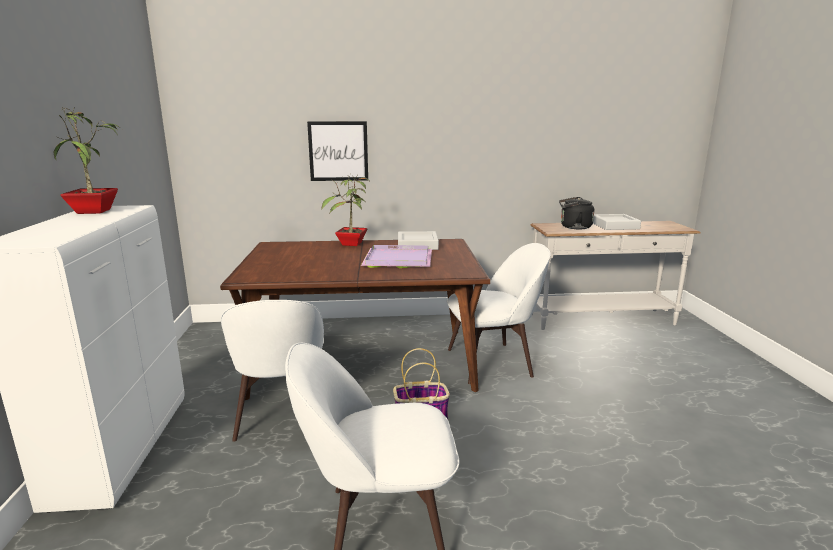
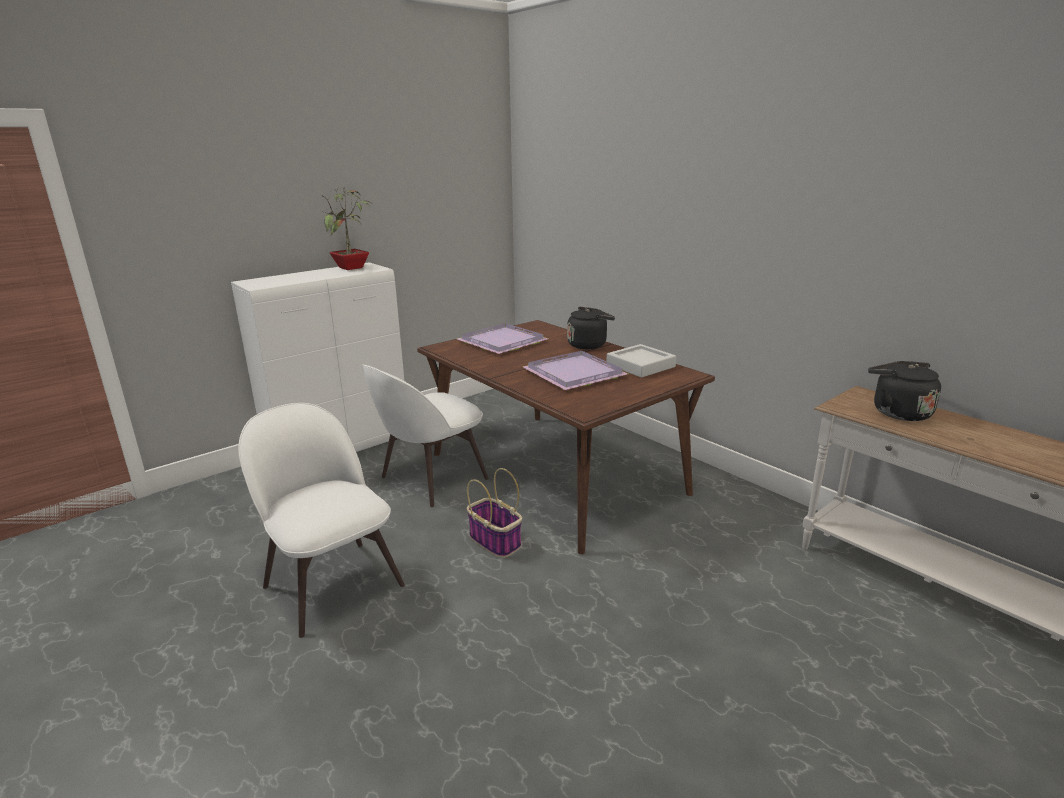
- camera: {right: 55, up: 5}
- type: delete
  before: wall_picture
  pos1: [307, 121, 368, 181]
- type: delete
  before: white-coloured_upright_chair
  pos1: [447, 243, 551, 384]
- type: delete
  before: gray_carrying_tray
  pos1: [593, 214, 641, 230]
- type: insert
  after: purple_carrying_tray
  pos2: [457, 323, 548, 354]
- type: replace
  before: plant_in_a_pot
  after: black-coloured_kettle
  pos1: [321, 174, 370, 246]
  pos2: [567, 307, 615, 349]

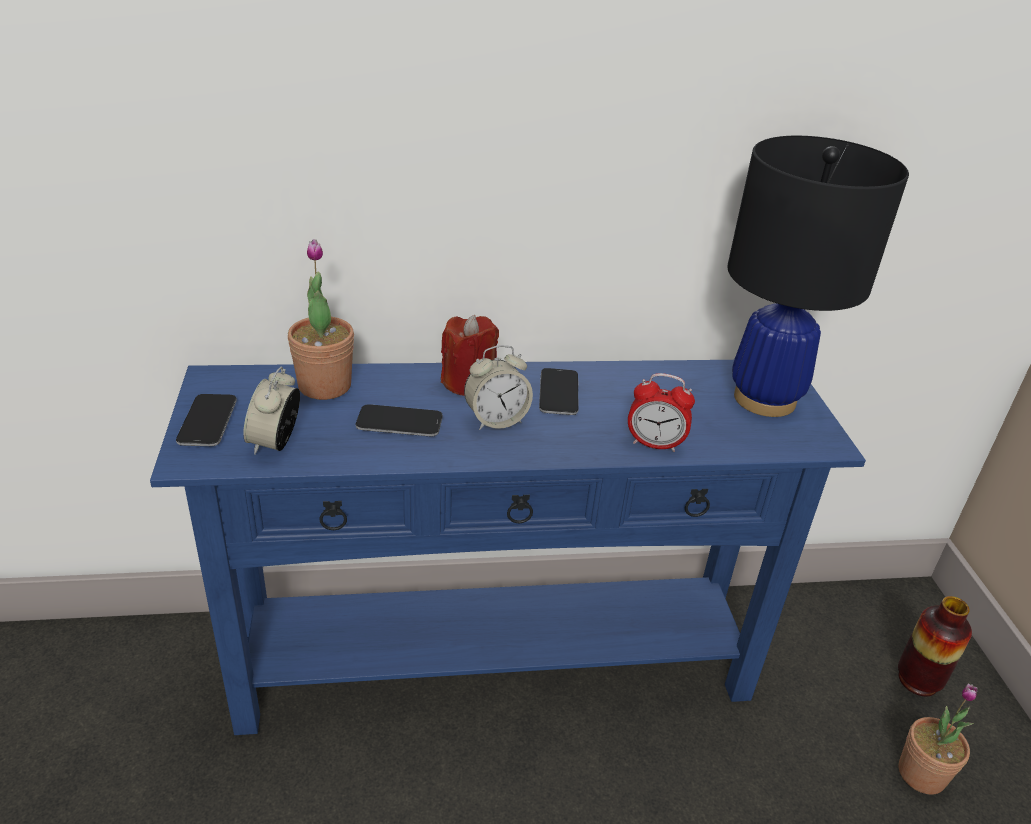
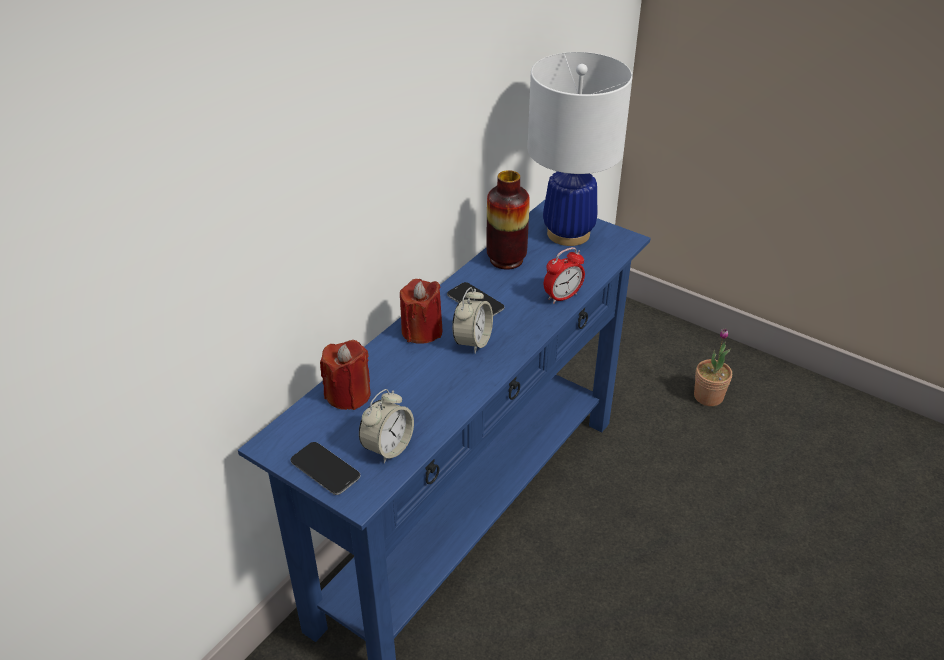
- camera: {right: -45, up: 5}
- type: delete
  before: handset
  pos1: [356, 404, 443, 436]
- type: move
  before: vase
  pos1: [898, 596, 972, 697]
  pos2: [486, 170, 530, 270]
- type: replace
  before: plant_in_a_pot
  after: reddish_candle
  pos1: [288, 239, 354, 400]
  pos2: [320, 340, 371, 410]
- type: recolor
  before: black-coloured_tabletop_lamp
  after: white-coloured_tabletop_lamp
  pos1: [727, 136, 909, 417]
  pos2: [528, 52, 633, 246]
- type: rotate
  before: table_clock
  pos1: [243, 366, 300, 455]
  pos2: [359, 389, 414, 463]
  turn: -105

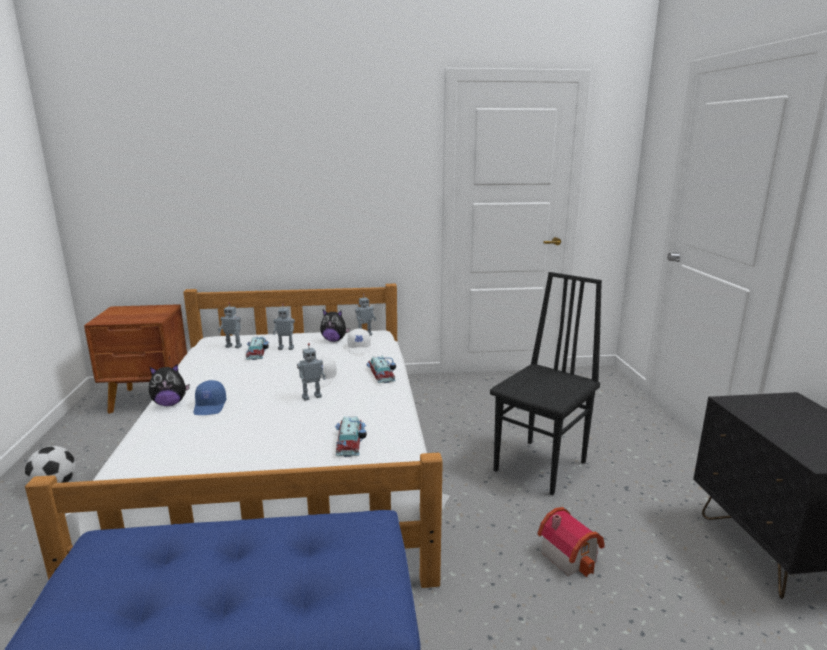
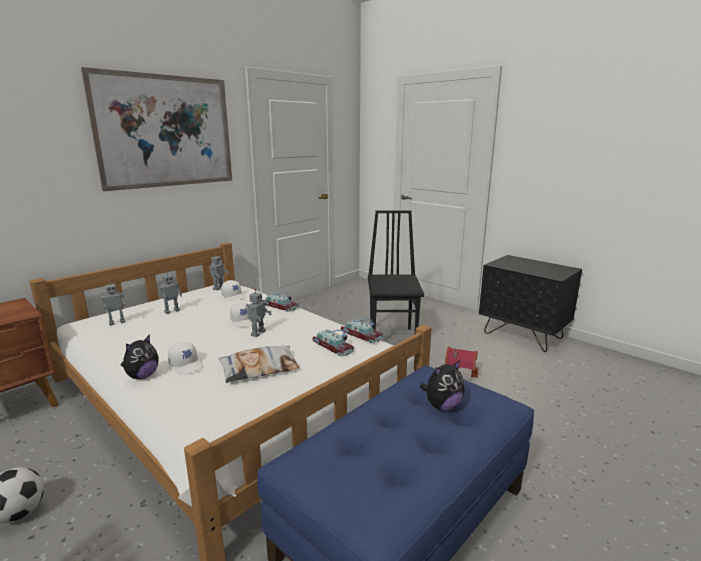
- camera: {right: -40, up: 0}
- type: insert
  after: wall_picture
  pos2: [81, 67, 232, 191]
- type: insert
  after: throw_pillow
  pos2: [218, 345, 299, 383]
- type: move
  before: toy_car
  pos1: [246, 336, 270, 360]
  pos2: [340, 319, 384, 343]
- type: move
  before: soft_toy
  pos1: [320, 310, 350, 342]
  pos2: [420, 360, 465, 410]
- type: recolor
  before: blue-coloured_peaked_cap
  after: white-coloured_peaked_cap
  pos1: [194, 380, 226, 415]
  pos2: [168, 341, 203, 374]

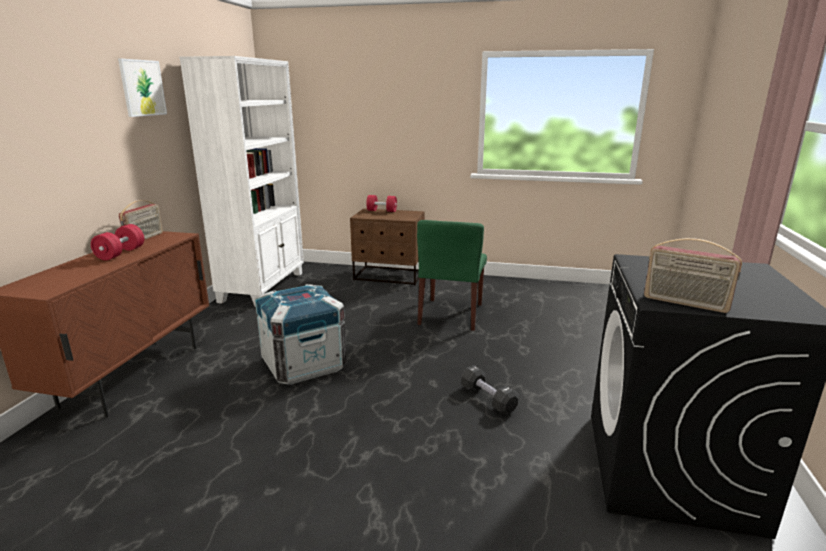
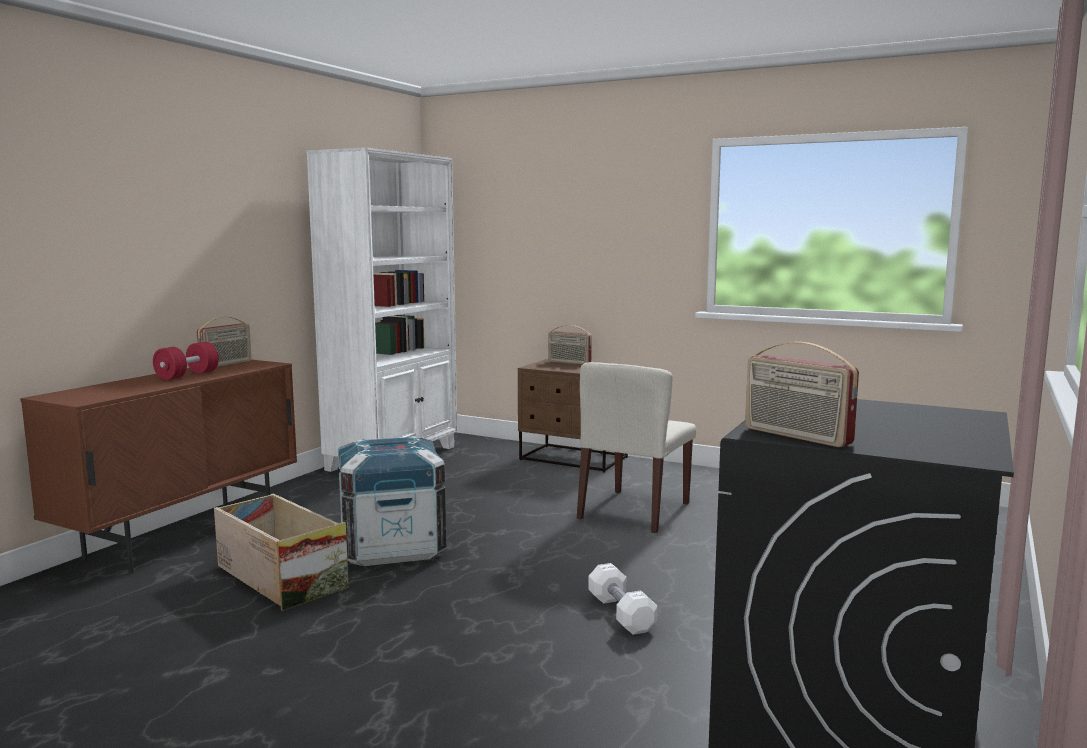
- camera: {right: 15, up: -10}
- type: delete
  before: wall_picture
  pos1: [118, 59, 167, 117]
- type: insert
  after: shipping_crate
  pos2: [214, 493, 349, 611]
- type: replace
  before: reddish_hand_weight
  after: radio_set
  pos1: [366, 195, 397, 212]
  pos2: [548, 325, 592, 365]
- type: recolor
  before: green-coloured_upright_chair
  after: beige_upright_chair
  pos1: [417, 220, 487, 331]
  pos2: [577, 362, 696, 533]
- type: recolor
  before: black-coloured_hand_weight
  after: white-coloured_hand_weight
  pos1: [461, 365, 519, 415]
  pos2: [588, 563, 658, 635]

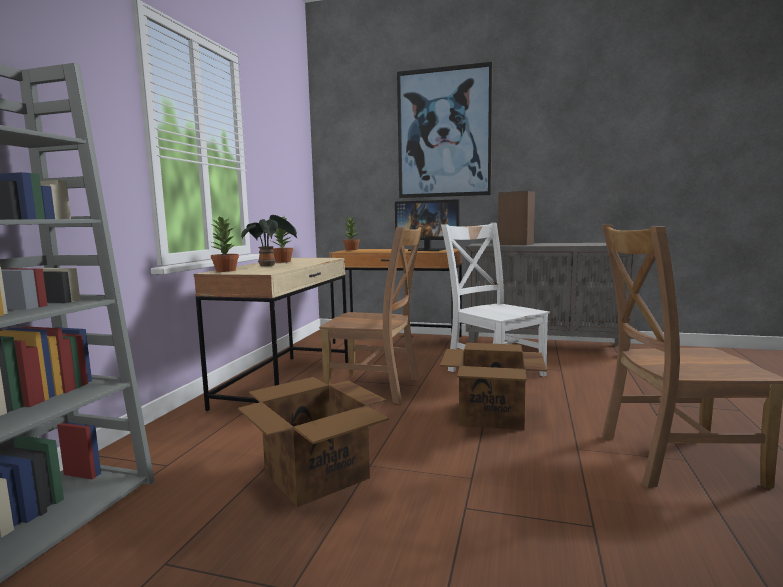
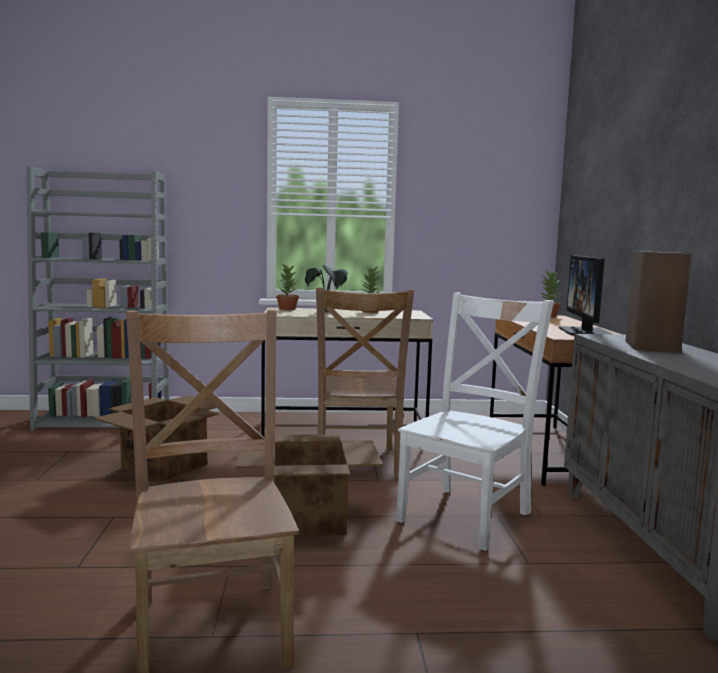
- camera: {right: 70, up: 0}
- type: delete
  before: wall_picture
  pos1: [397, 62, 492, 198]

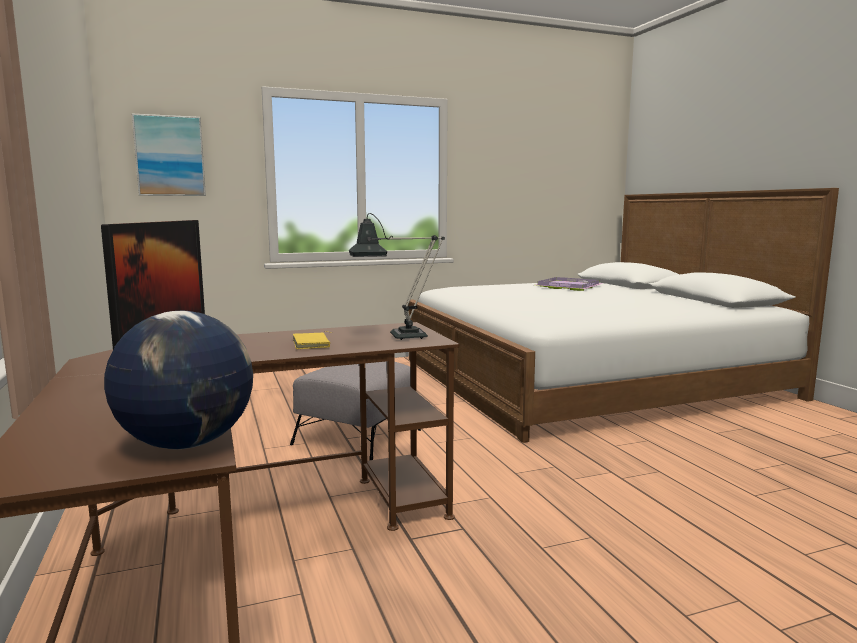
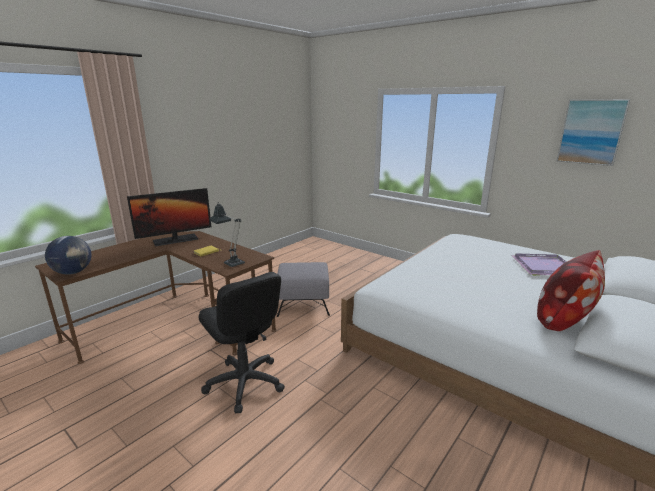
- camera: {right: 60, up: 10}
- type: insert
  after: black-coloured_computer_chair
  pos2: [199, 272, 285, 413]
- type: insert
  after: throw_pillow
  pos2: [537, 250, 605, 331]
- type: move
  before: wall_picture
  pos1: [132, 114, 206, 196]
  pos2: [557, 99, 630, 166]

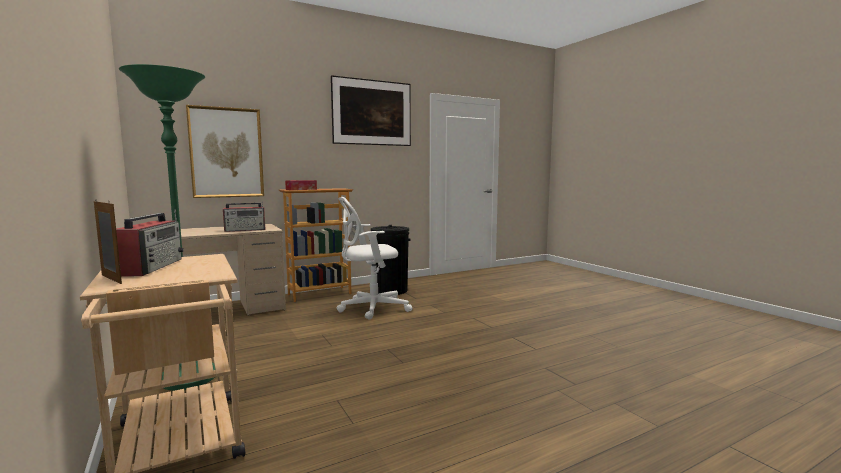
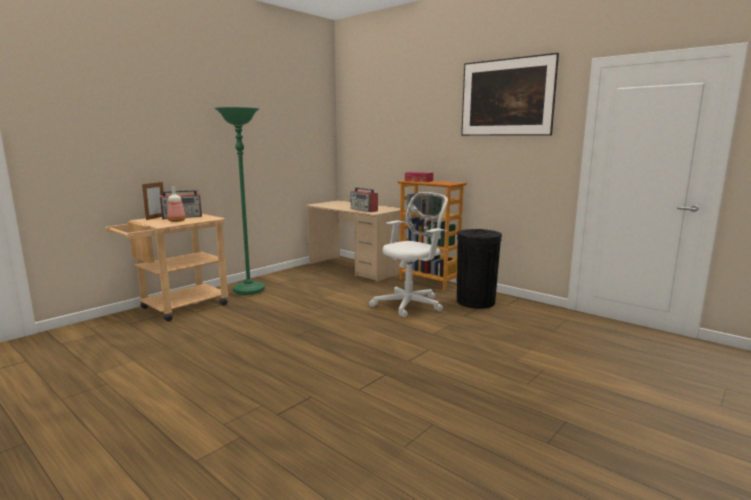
- camera: {right: 70, up: 5}
- type: delete
  before: wall_picture
  pos1: [186, 105, 264, 198]
- type: insert
  after: beverage_bottle
  pos2: [167, 186, 186, 222]
- type: rotate
  before: white-coloured_computer_chair
  pos1: [337, 197, 412, 320]
  pos2: [369, 192, 448, 318]
  turn: 90

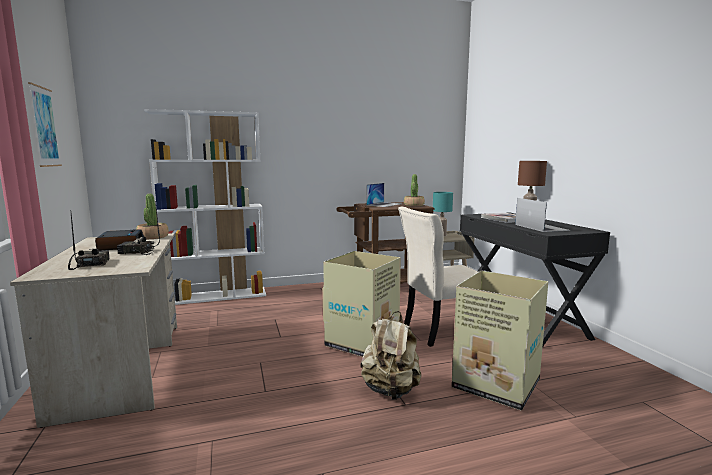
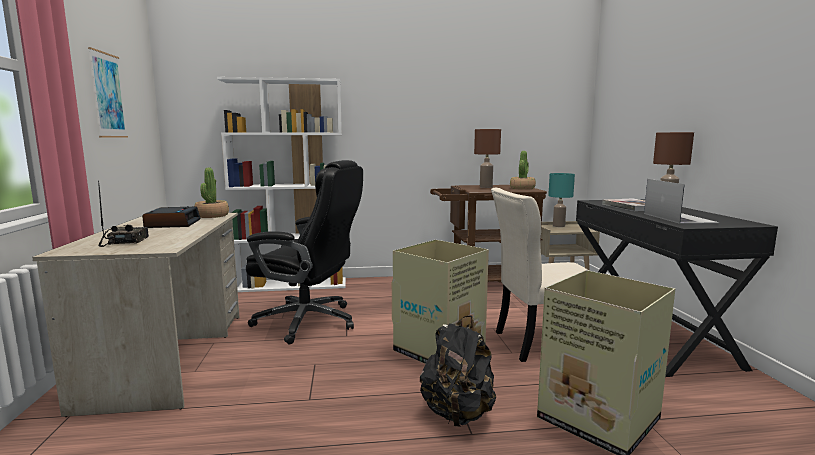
- camera: {right: 10, up: 0}
- type: delete
  before: radio_set
  pos1: [117, 201, 160, 255]
- type: insert
  after: black-coloured_computer_chair
  pos2: [246, 160, 363, 345]
- type: replace
  before: notebook_computer
  after: brownish_tabletop_lamp
  pos1: [366, 183, 400, 207]
  pos2: [474, 129, 501, 188]
- type: recolor
  before: beige_knapsack
  after: black-coloured_knapsack
  pos1: [360, 311, 421, 400]
  pos2: [420, 316, 496, 427]

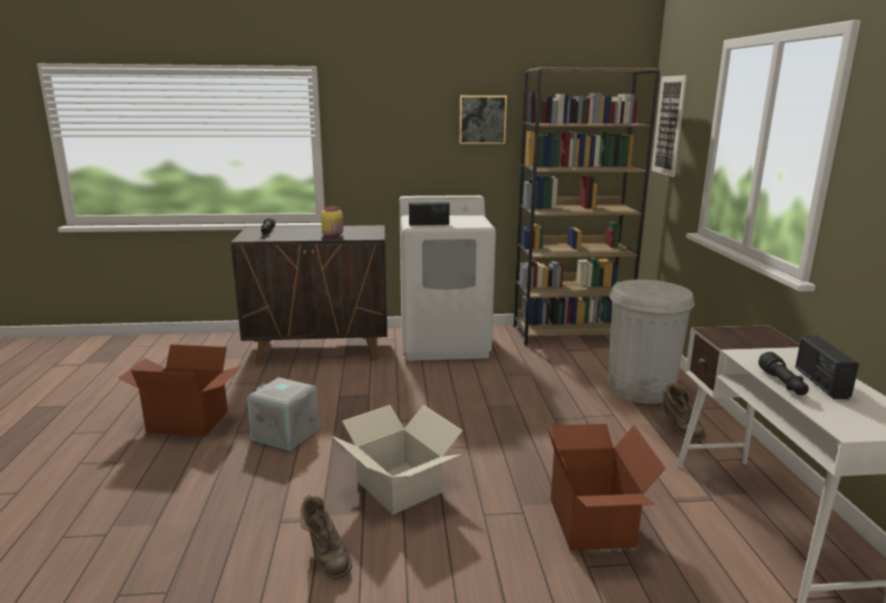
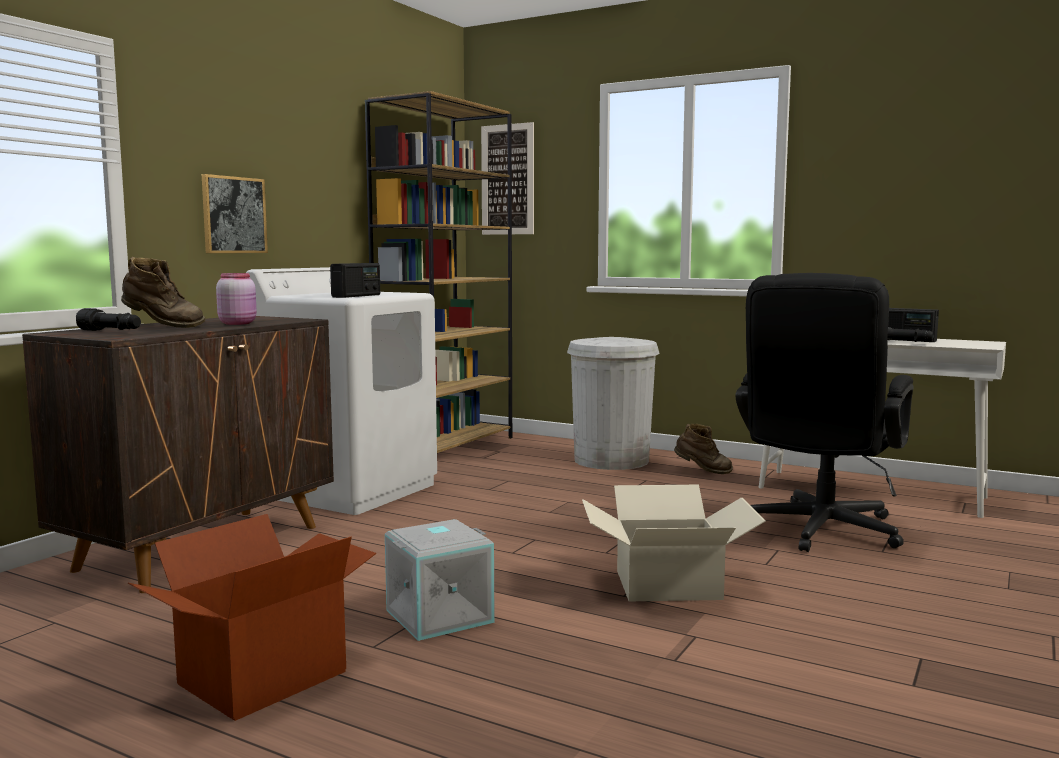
- camera: {right: -55, up: -10}
- type: move
  before: brownish_tall_boot
  pos1: [300, 495, 352, 580]
  pos2: [121, 257, 205, 328]
- type: move
  before: wall_picture
  pos1: [459, 95, 507, 144]
  pos2: [202, 174, 268, 253]
- type: replace
  before: cardboard_box
  after: black-coloured_computer_chair
  pos1: [546, 424, 666, 551]
  pos2: [736, 273, 914, 552]
- type: recolor
  before: yellow-coloured_jar
  after: pink_jar
  pos1: [321, 206, 343, 237]
  pos2: [216, 273, 257, 325]

